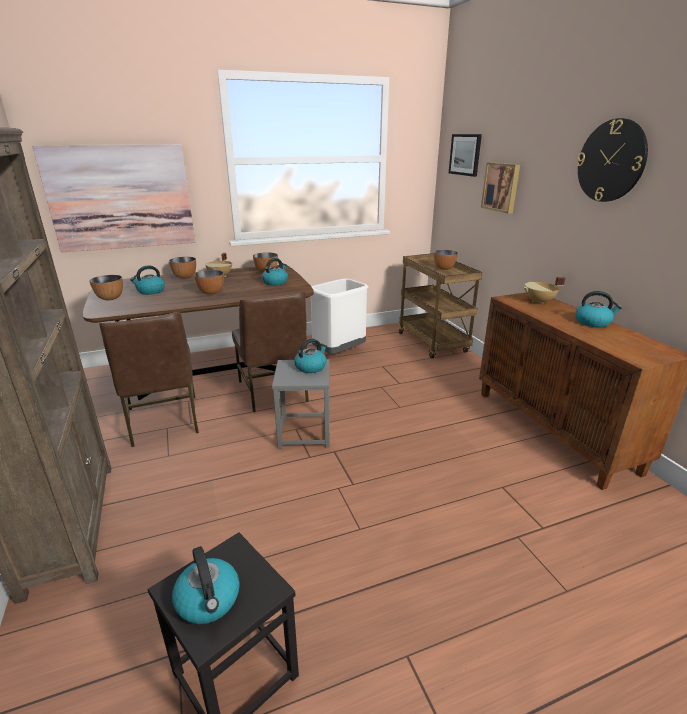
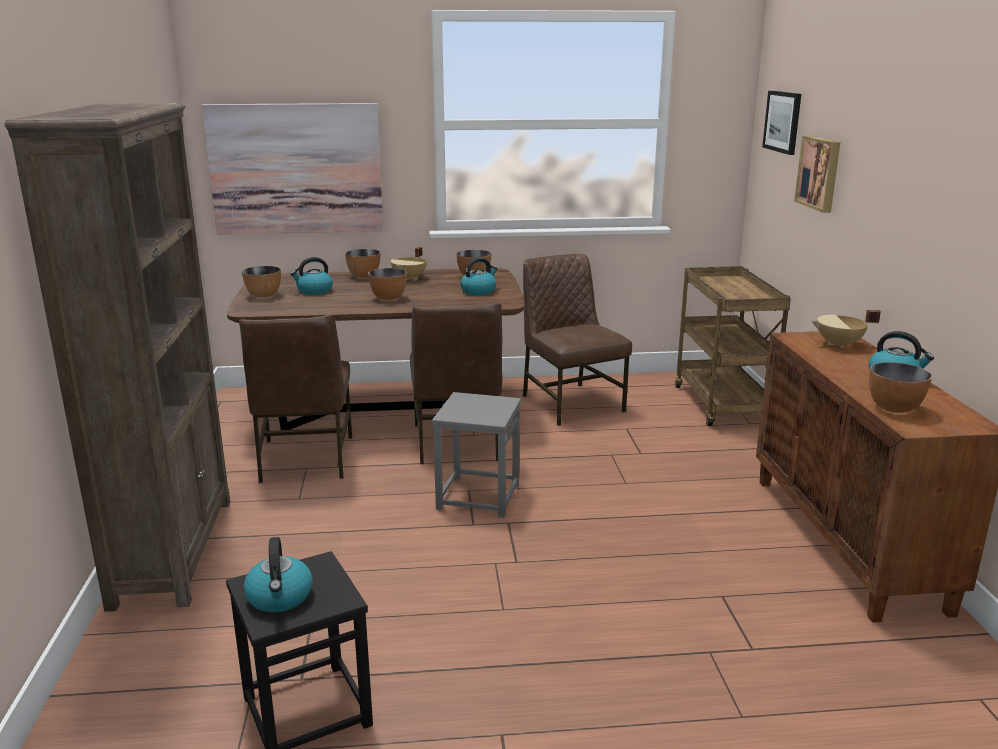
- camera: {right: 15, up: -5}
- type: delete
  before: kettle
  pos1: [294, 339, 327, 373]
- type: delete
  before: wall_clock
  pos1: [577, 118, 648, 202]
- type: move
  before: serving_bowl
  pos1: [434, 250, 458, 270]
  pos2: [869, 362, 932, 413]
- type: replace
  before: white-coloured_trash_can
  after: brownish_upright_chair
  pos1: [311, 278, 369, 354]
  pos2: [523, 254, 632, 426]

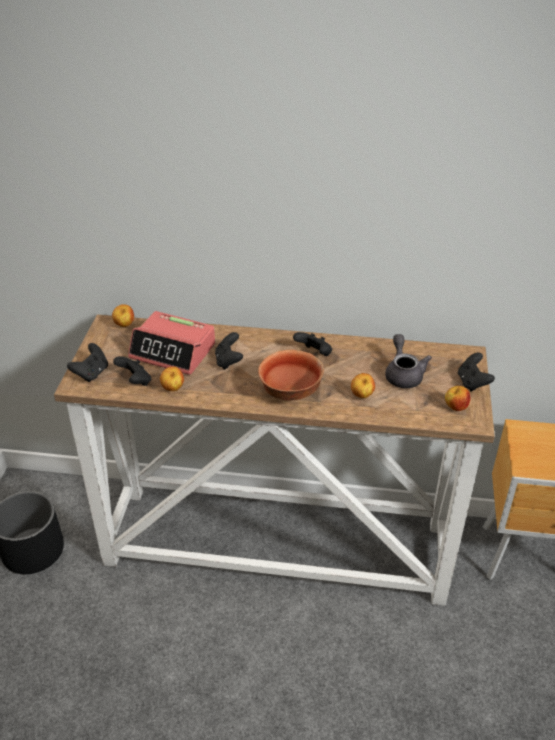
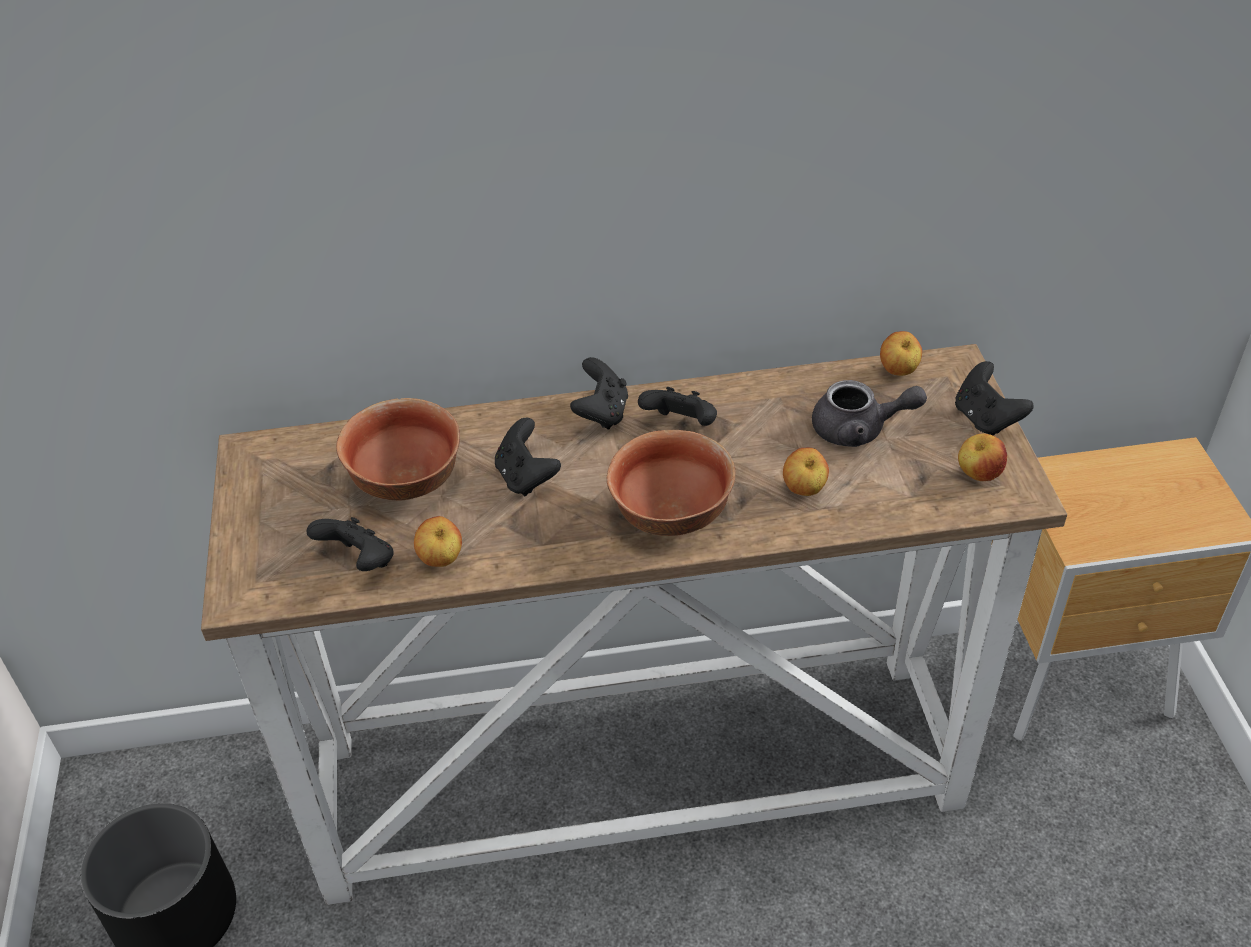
- camera: {right: -15, up: 5}
- type: move
  before: black-coloured_game_controller
  pos1: [67, 343, 108, 382]
  pos2: [570, 357, 628, 430]
- type: move
  before: apple
  pos1: [112, 304, 134, 327]
  pos2: [880, 331, 922, 376]
- type: replace
  before: table_clock
  after: serving_bowl
  pos1: [128, 311, 215, 375]
  pos2: [336, 398, 460, 501]
- type: rotate
  before: gray_tea_pot
  pos1: [385, 334, 432, 388]
  pos2: [812, 380, 927, 447]
  turn: 120

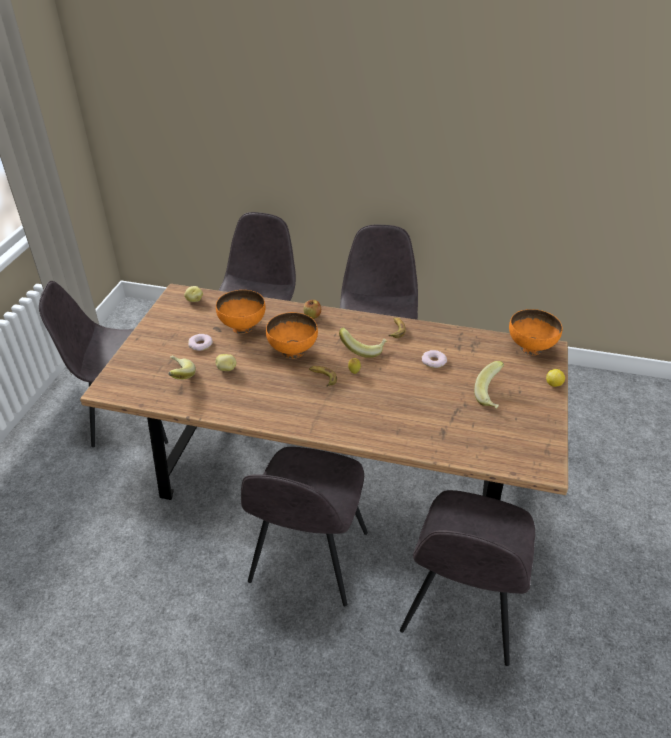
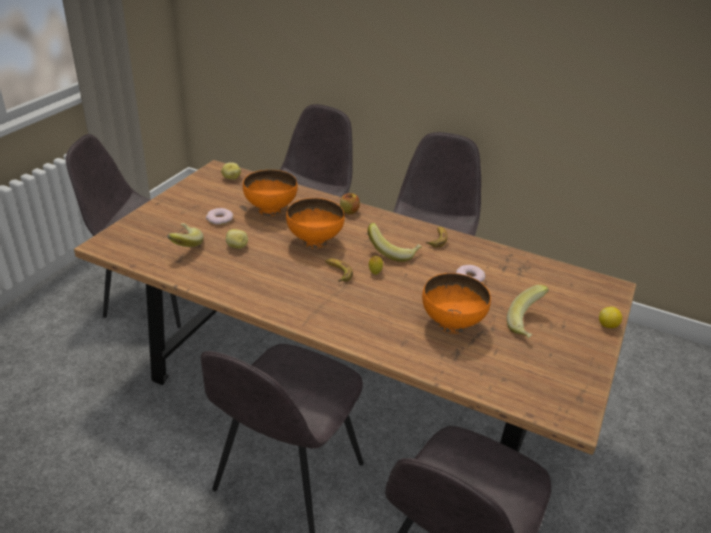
- camera: {right: 10, up: -5}
- type: move
  before: orange-coloured_serving_bowl
  pos1: [509, 309, 562, 355]
  pos2: [422, 273, 491, 334]

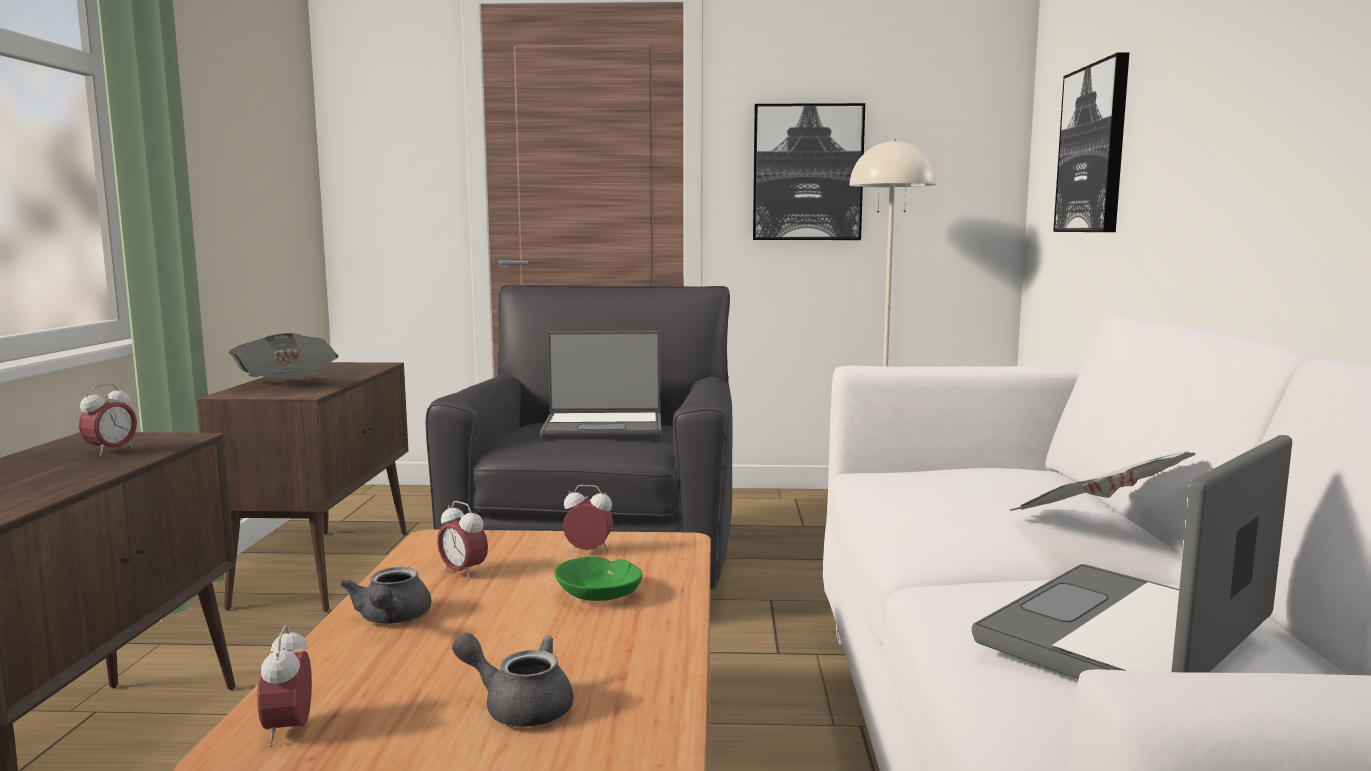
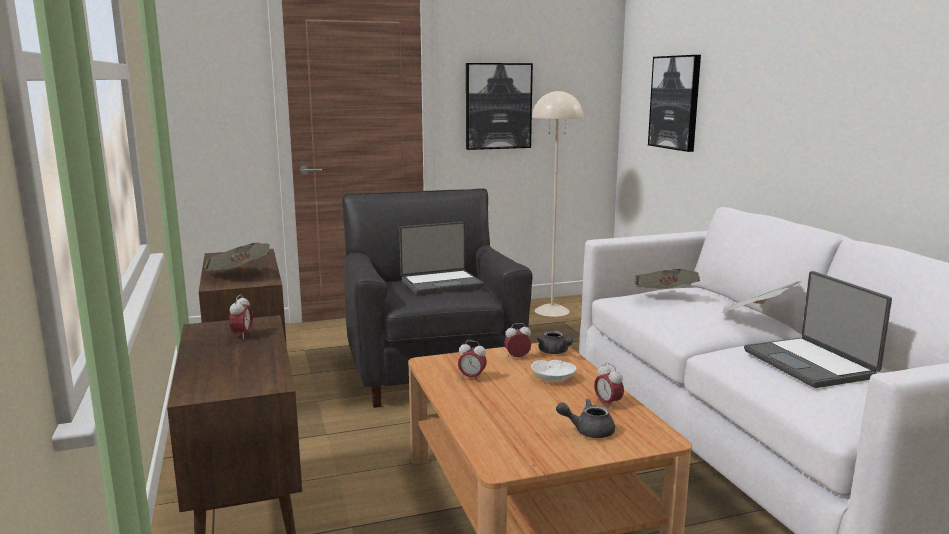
- camera: {right: -20, up: 5}
- type: insert
  after: daily_paper
  pos2: [634, 269, 700, 289]
- type: move
  before: table_clock
  pos1: [257, 625, 312, 748]
  pos2: [594, 363, 624, 409]
- type: move
  before: gray_tea_pot
  pos1: [340, 567, 431, 624]
  pos2: [537, 331, 573, 354]
- type: recolor
  before: green-coloured_serving_bowl
  after: white-coloured_serving_bowl
  pos1: [555, 556, 642, 601]
  pos2: [531, 360, 577, 382]
- type: rotate
  before: notebook_computer
  pos1: [972, 435, 1292, 679]
  pos2: [744, 271, 892, 388]
  turn: -45

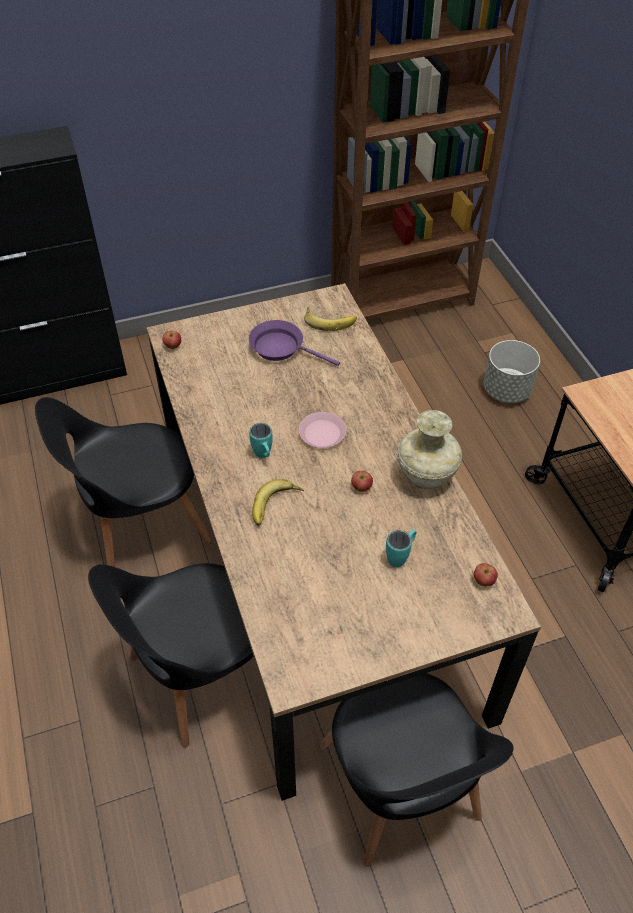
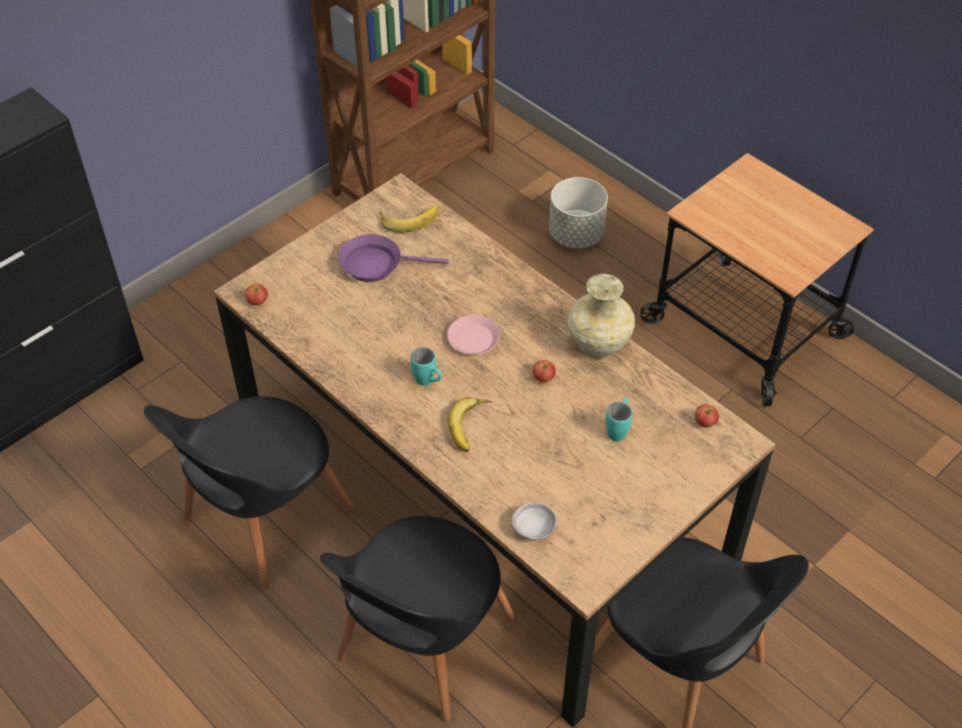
- camera: {right: -25, up: 0}
- type: insert
  after: gray_serving_bowl
  pos2: [512, 503, 557, 541]

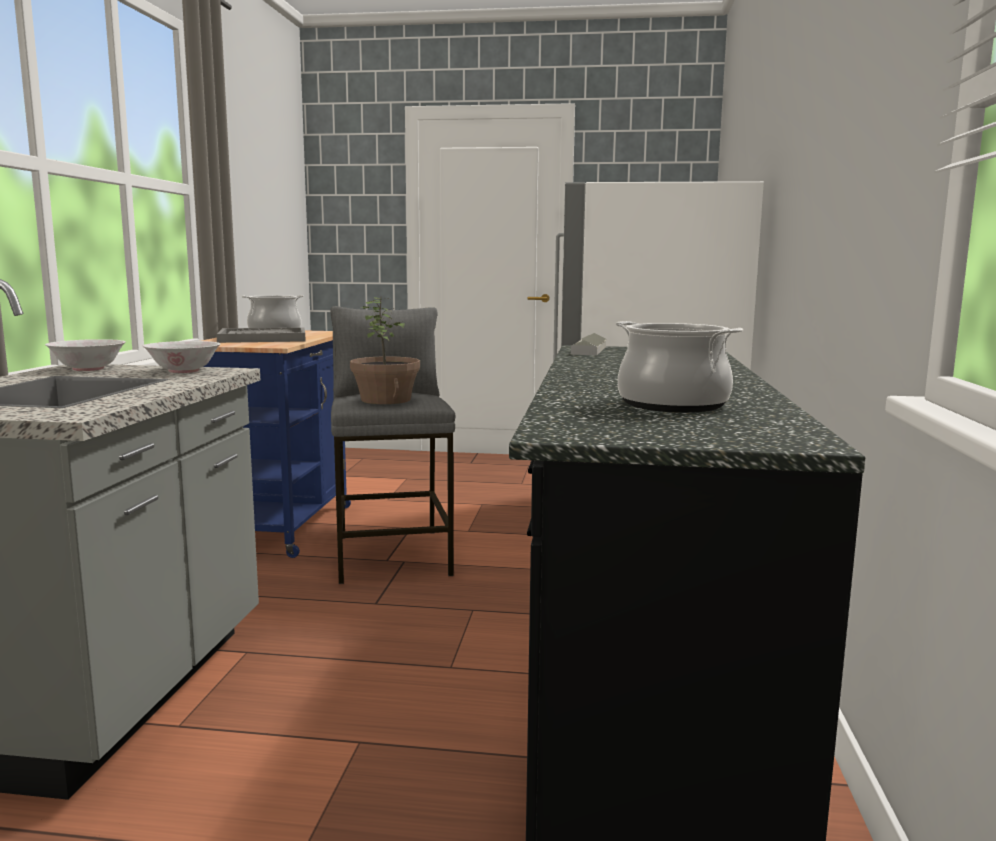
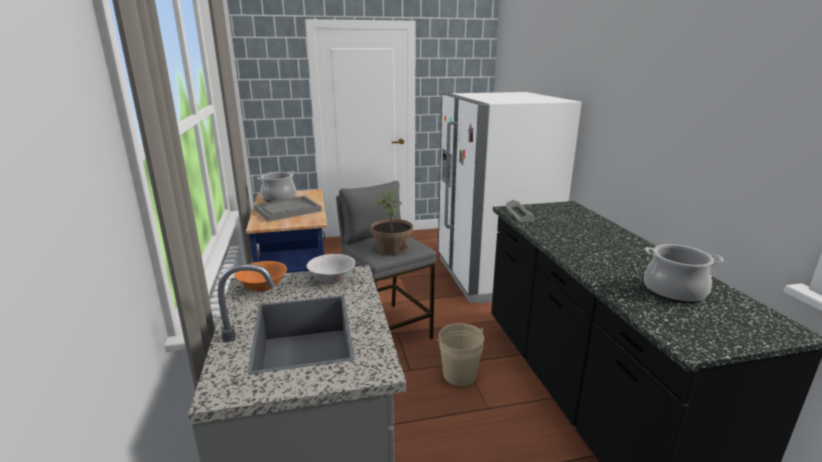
- camera: {right: -20, up: 10}
- type: insert
  after: beige_water_bucket
  pos2: [437, 323, 484, 386]
- type: recolor
  before: white-coloured_serving_bowl
  after: orange-coloured_serving_bowl
  pos1: [45, 339, 125, 371]
  pos2: [235, 261, 287, 292]

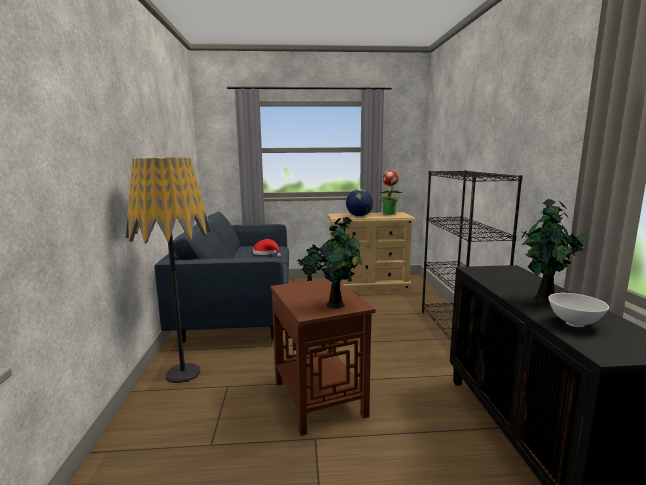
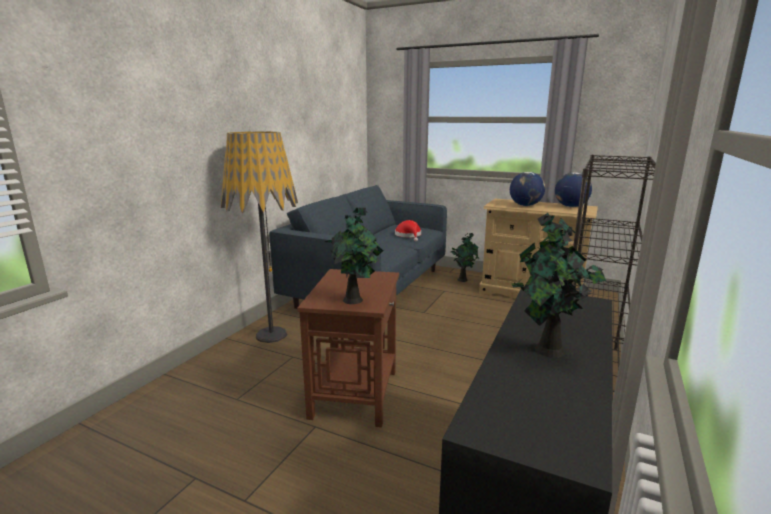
- camera: {right: 30, up: 5}
- type: delete
  before: white-coloured_serving_bowl
  pos1: [548, 293, 609, 327]
- type: replace
  before: plant_in_a_pot
  after: globe
  pos1: [378, 170, 402, 215]
  pos2: [555, 172, 592, 207]

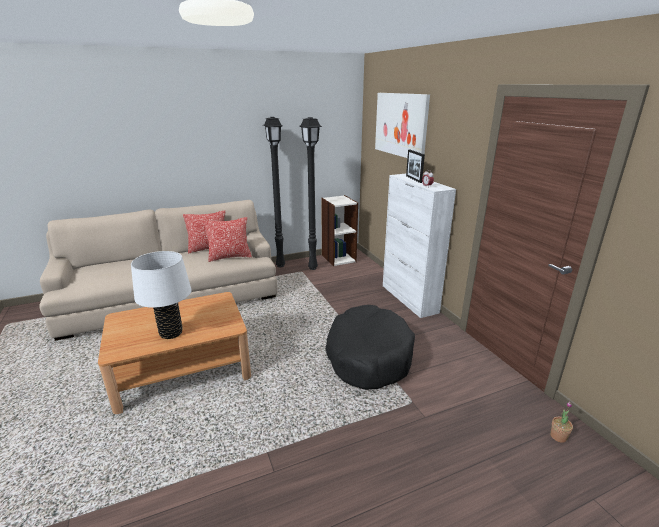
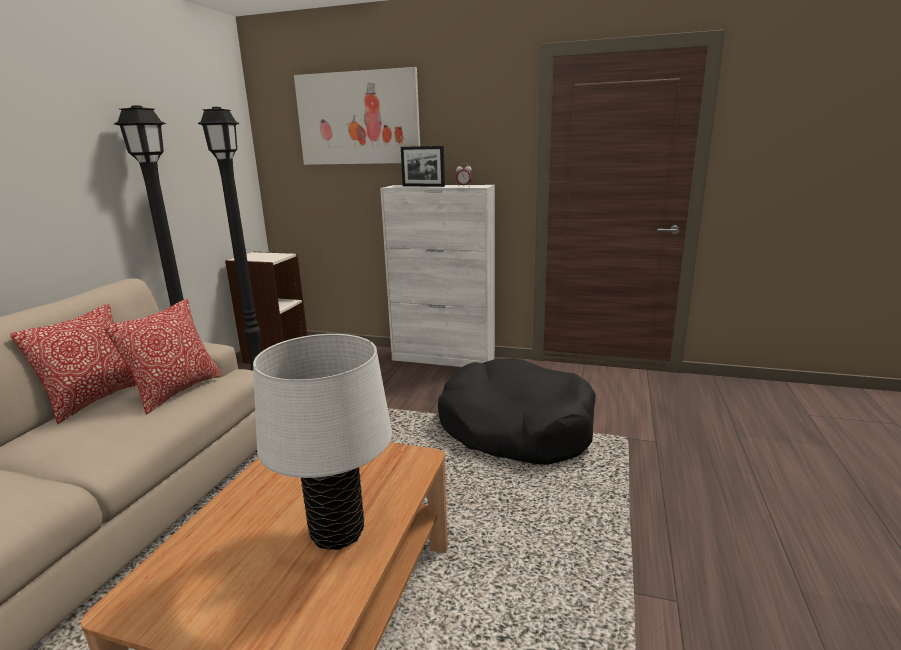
- camera: {right: -50, up: -5}
- type: delete
  before: plant_in_a_pot
  pos1: [550, 402, 573, 443]

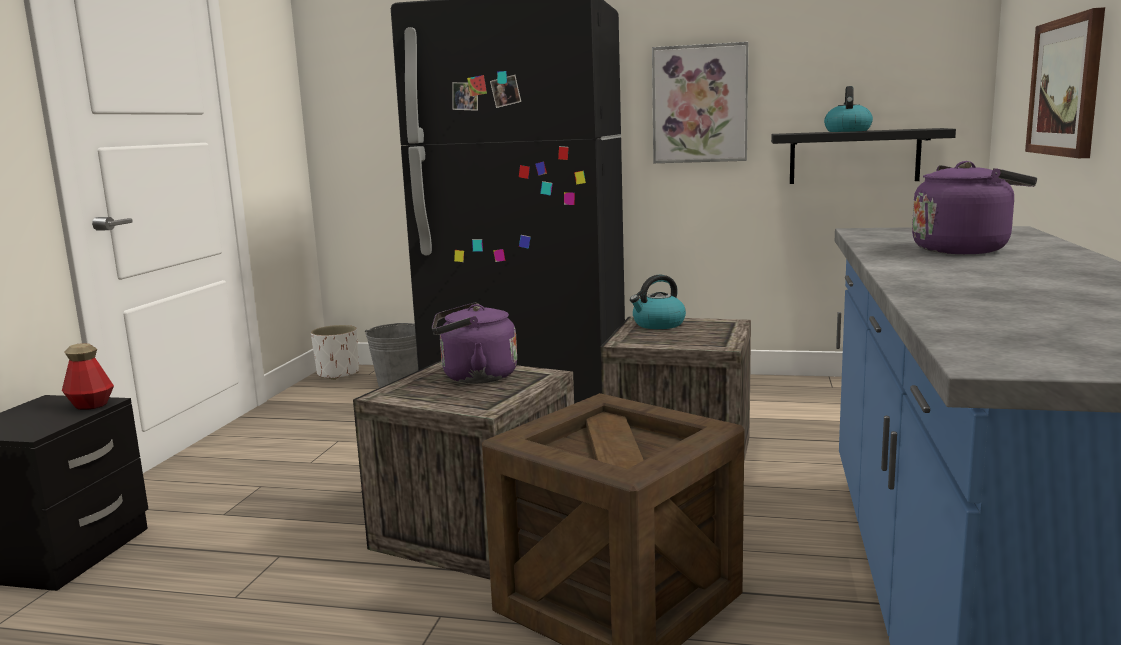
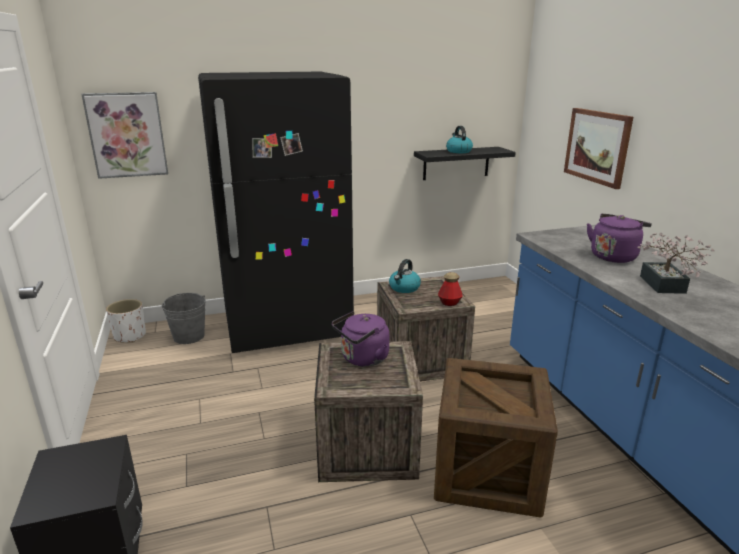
- camera: {right: -30, up: 10}
- type: insert
  after: plant_in_a_pot
  pos2: [638, 233, 715, 294]
- type: move
  before: beverage_bottle
  pos1: [62, 343, 114, 410]
  pos2: [438, 272, 463, 306]
- type: move
  before: wall_picture
  pos1: [652, 42, 748, 163]
  pos2: [81, 92, 168, 179]

